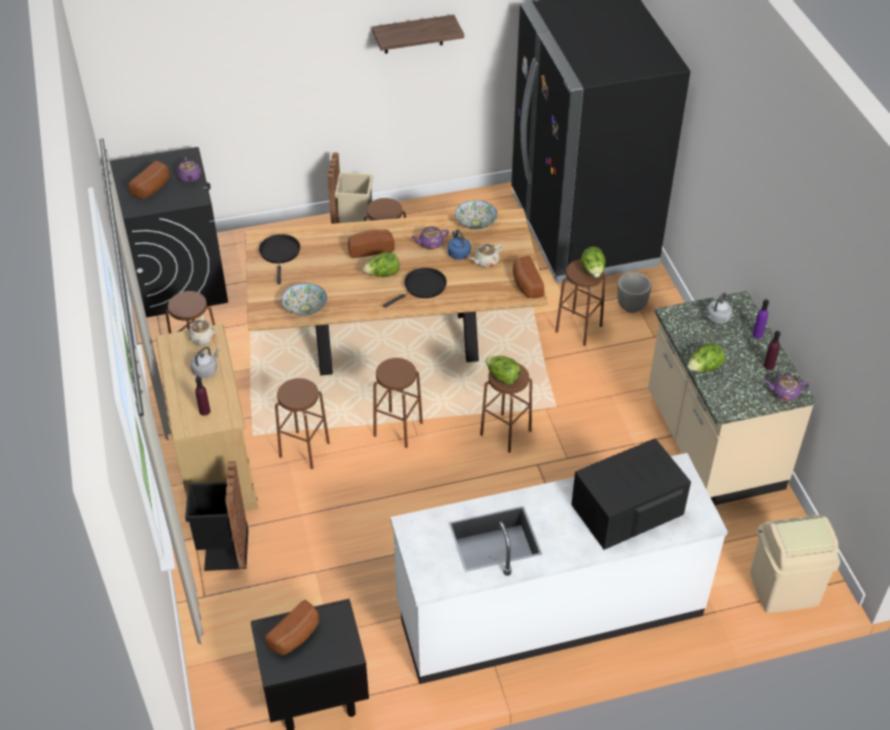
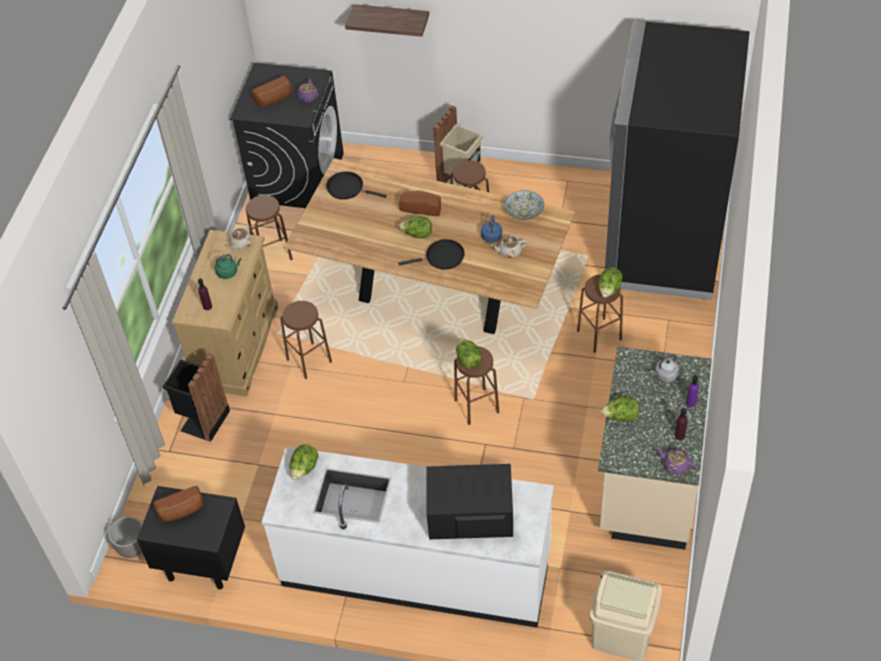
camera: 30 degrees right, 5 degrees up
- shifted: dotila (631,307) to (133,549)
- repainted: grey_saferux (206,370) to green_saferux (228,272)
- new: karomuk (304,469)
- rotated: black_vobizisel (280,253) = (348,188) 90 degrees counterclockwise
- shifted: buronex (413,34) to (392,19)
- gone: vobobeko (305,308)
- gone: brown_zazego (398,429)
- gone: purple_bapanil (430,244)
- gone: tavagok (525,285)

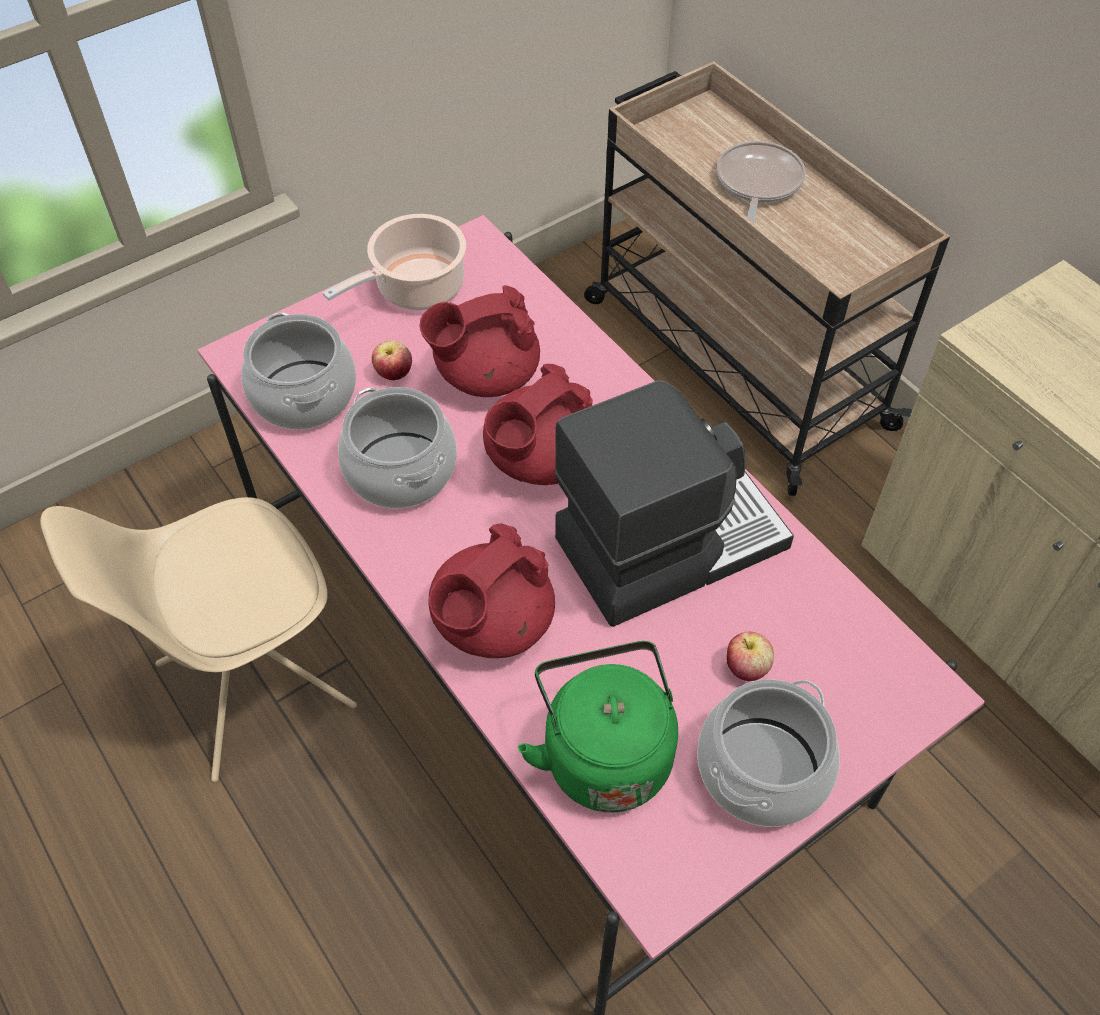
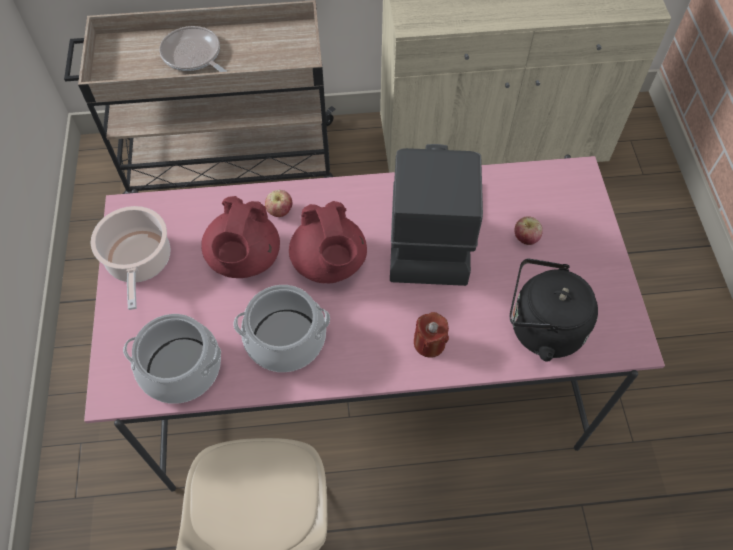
camera: 60 degrees left, 5 degrees up
- shifted: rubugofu (394,374) to (280,211)
- swapped: red_bapanil (491,623) to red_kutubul (429,343)
- repainted: green_saferux (603,752) to black_saferux (541,328)
- gone: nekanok (761,769)

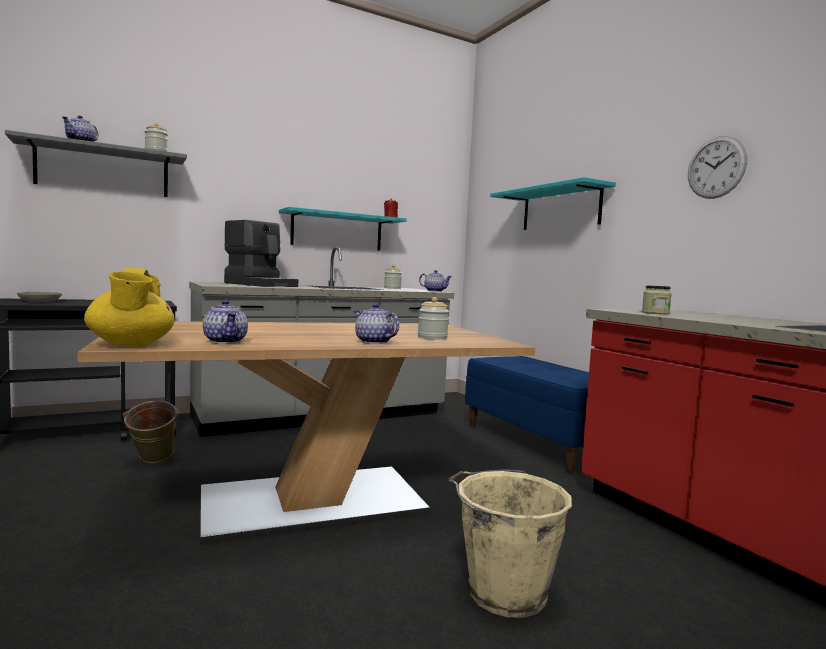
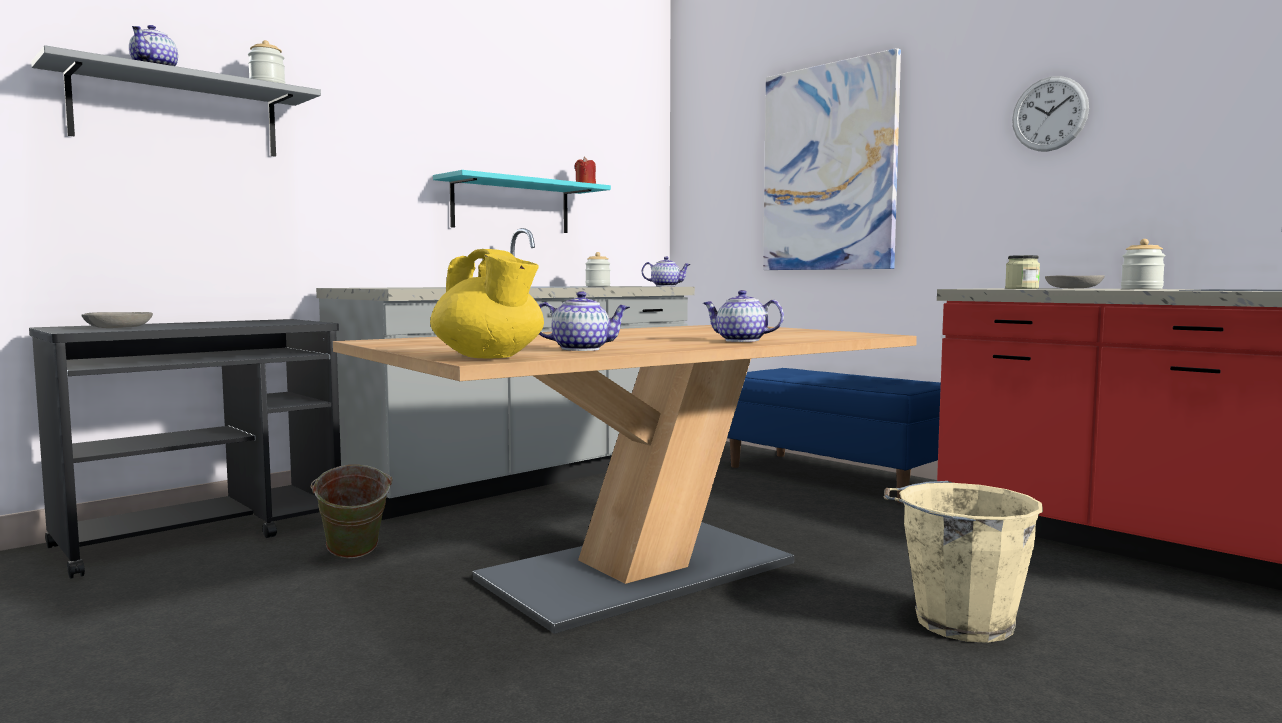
camera: 15 degrees left, 0 degrees up
- rotated: bapanil (226,341) = (582,349) 45 degrees counterclockwise
- swapped: turquoise_buronex (560,209) to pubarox (829,168)
- new: grey_vobobeko (1074,288)
- shifted: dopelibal (432,338) to (1141,289)
- gone: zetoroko (261,285)

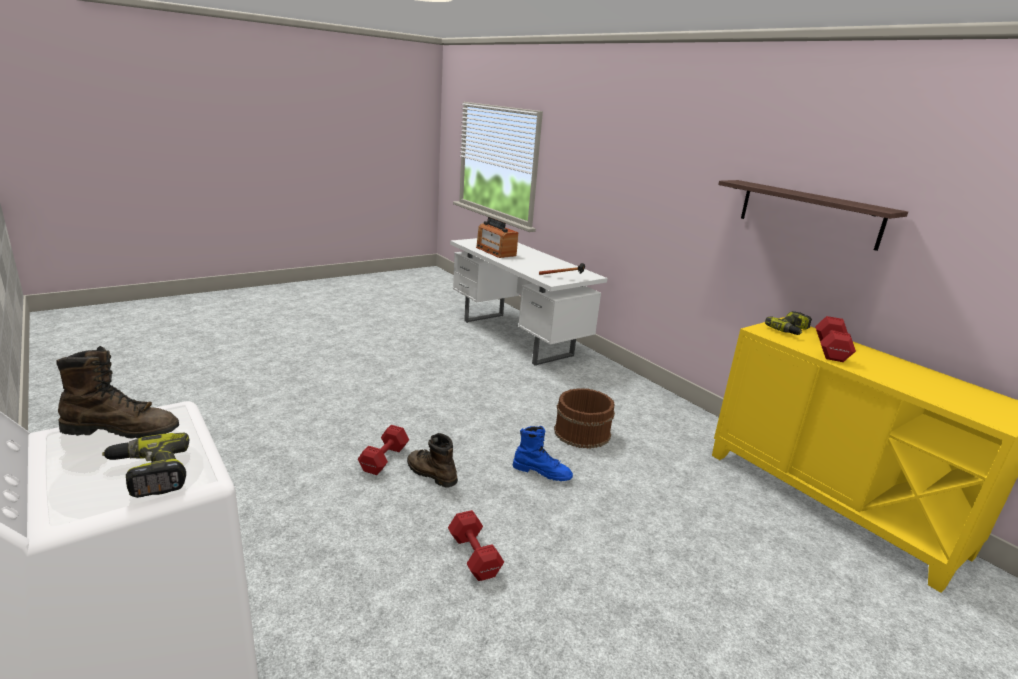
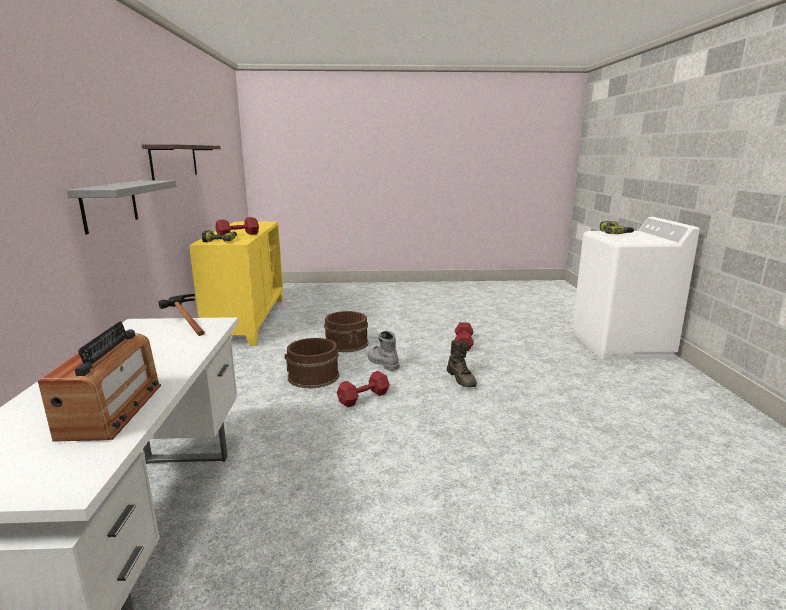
camera: 145 degrees left, 5 degrees down
- new: grey_buronex (110,205)
- new: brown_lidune (347,343)
- shifted: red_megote (383,460) to (365,398)
- repainted: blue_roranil (542,472) to grey_roranil (382,363)
- gone: brown_roranil (122,430)

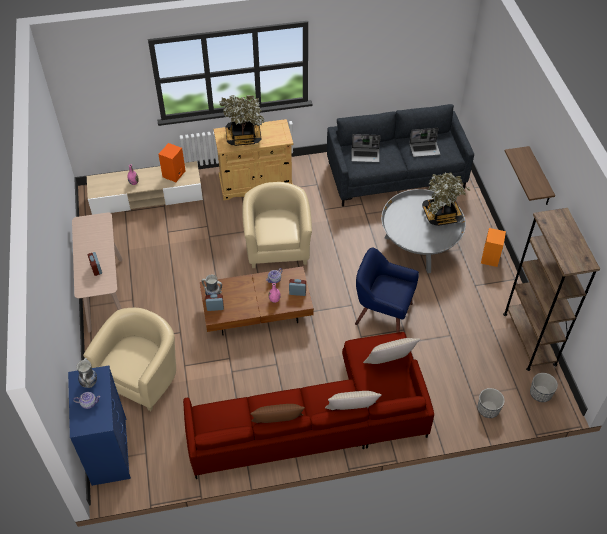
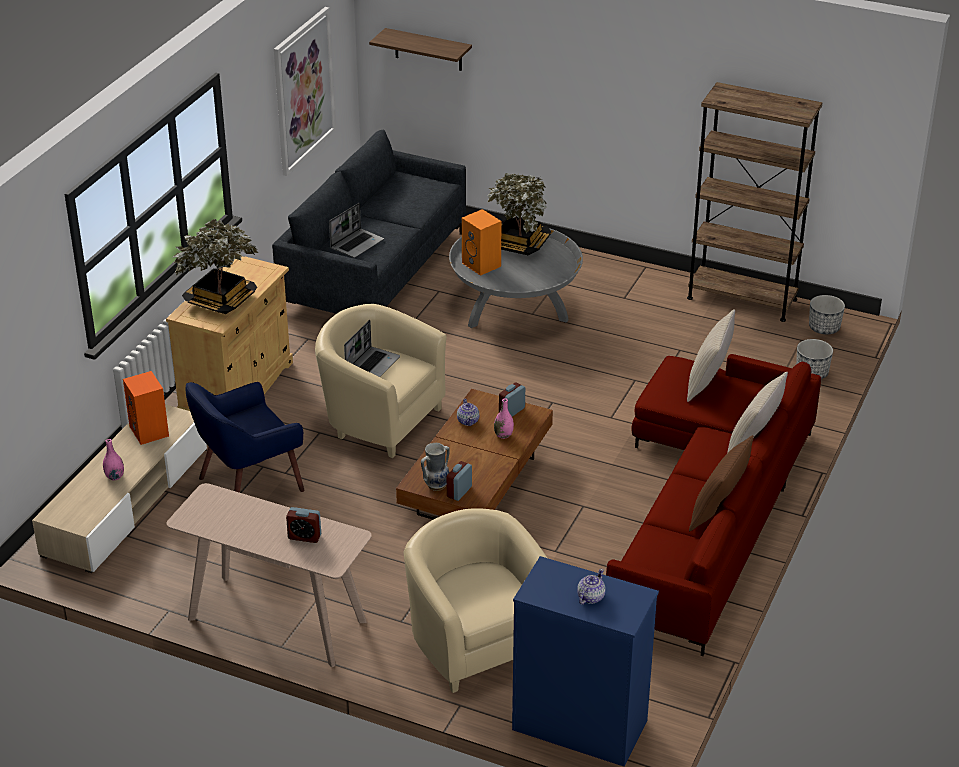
camera: 55 degrees left, 15 degrees down
- shifted: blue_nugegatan (382,314) to (249,484)
- new: pubarox (303,90)
- shifted: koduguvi (425,149) to (372,365)
- shifted: buronex (539,178) to (428,50)
- shifted: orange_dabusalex (490,258) to (482,265)
- gone: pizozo (89,382)

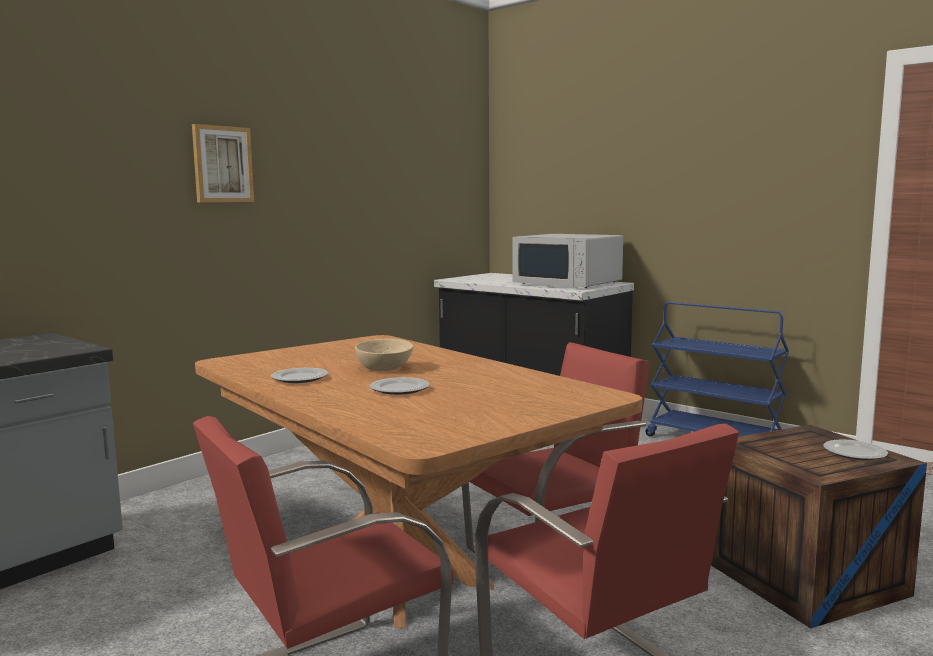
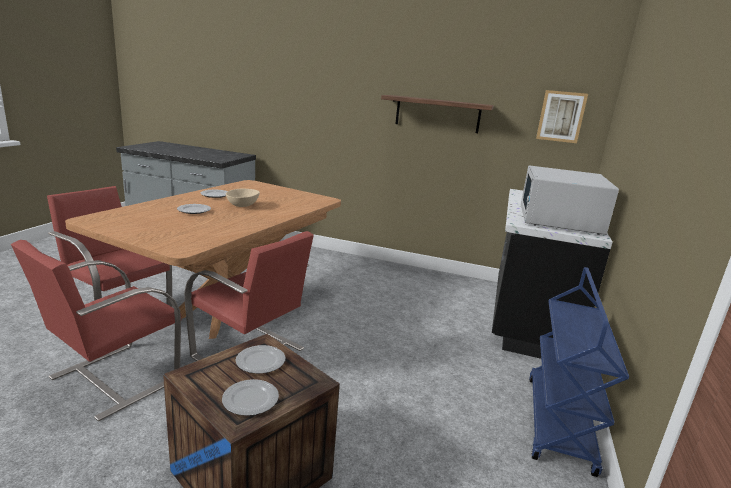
camera: 65 degrees right, 10 degrees up
- new: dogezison (260,362)
- new: buronex (437,114)
- shifted: pubarox (222,164) to (561,116)

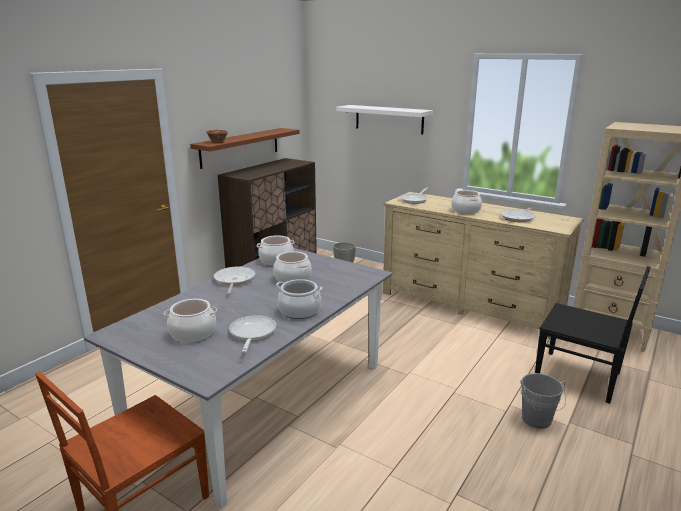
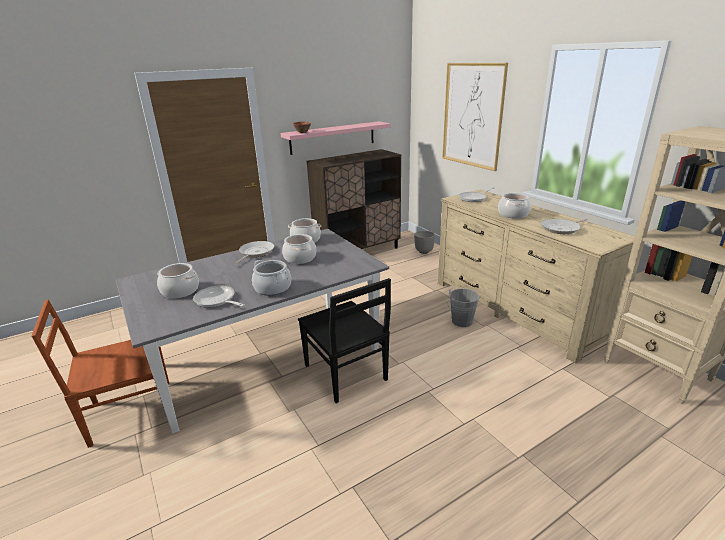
camera: 25 degrees right, 5 degrees up
- rotated: vobizisel (252,334) = (217,300) 75 degrees counterclockwise
- repainted: brown_buronex (240,147) to pink_buronex (333,137)
- shifted: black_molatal (580,377) to (346,374)
- swapped: white_buronex (389,119) to pubarox (472,115)
- shifted: grey_lidune (537,422) to (461,322)

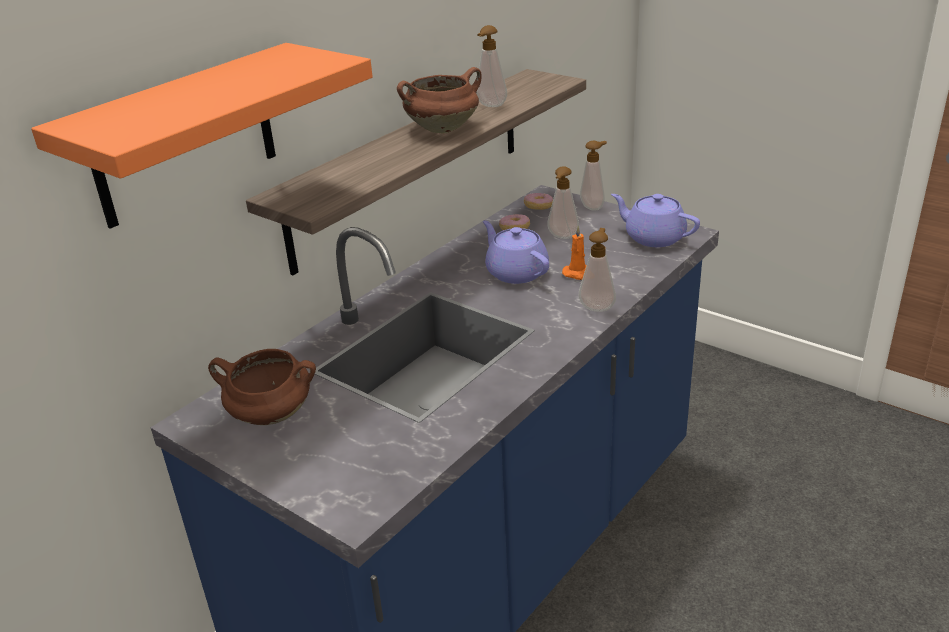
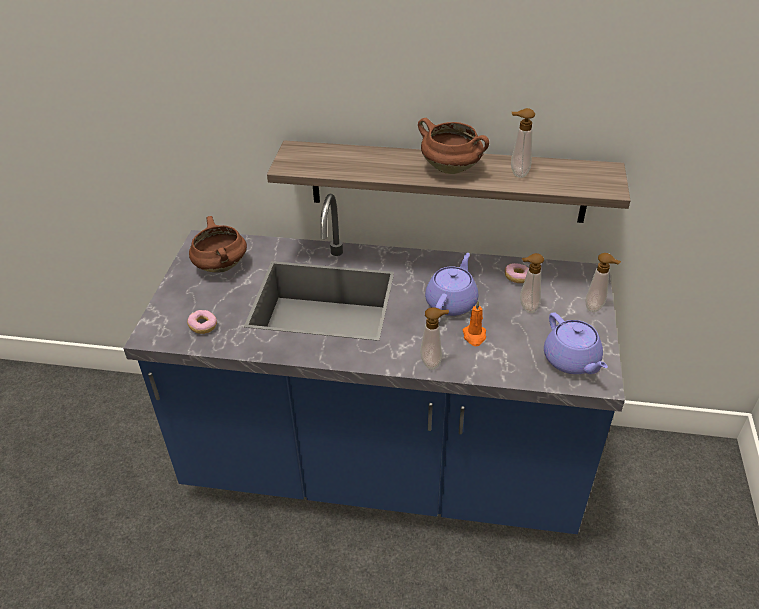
camera: 60 degrees right, 10 degrees up
- shifted: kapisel (538,207) to (203,326)
- rotated: purple_bapanil (653,237) = (572,361) 150 degrees clockwise
- gone: orange_buronex (184,136)

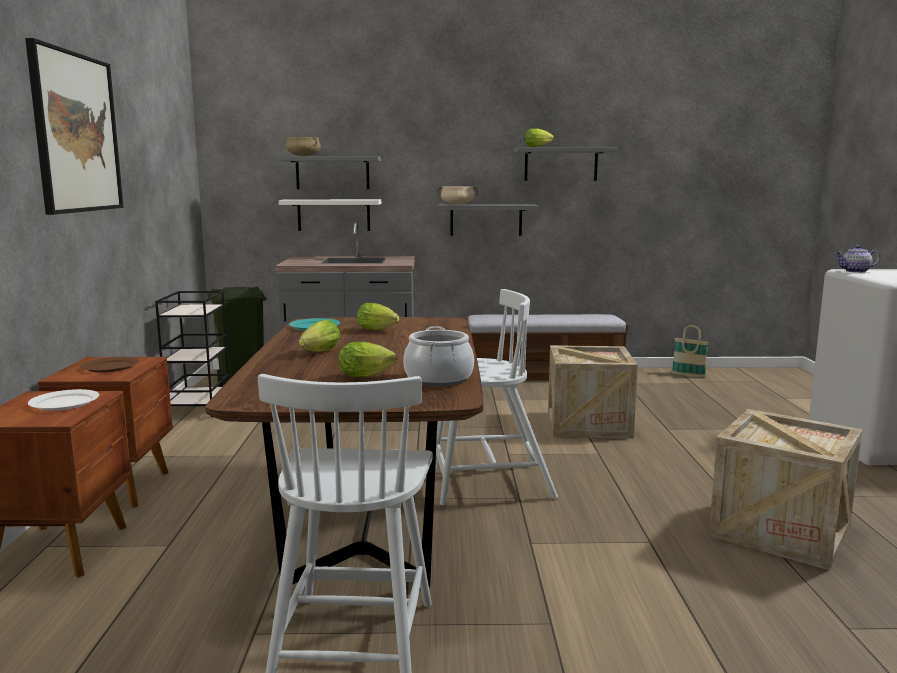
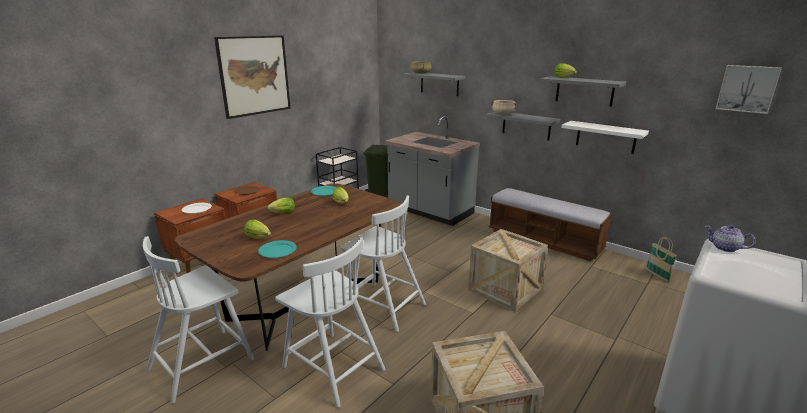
camera: 40 degrees right, 10 degrees up
- swapped: nekanok (439,378) to turquoise_dogezison (277,251)
- new: white_molatal (332,367)
- shifted: white_buronex (333,215) to (605,137)
- new: pubarox (747,88)

